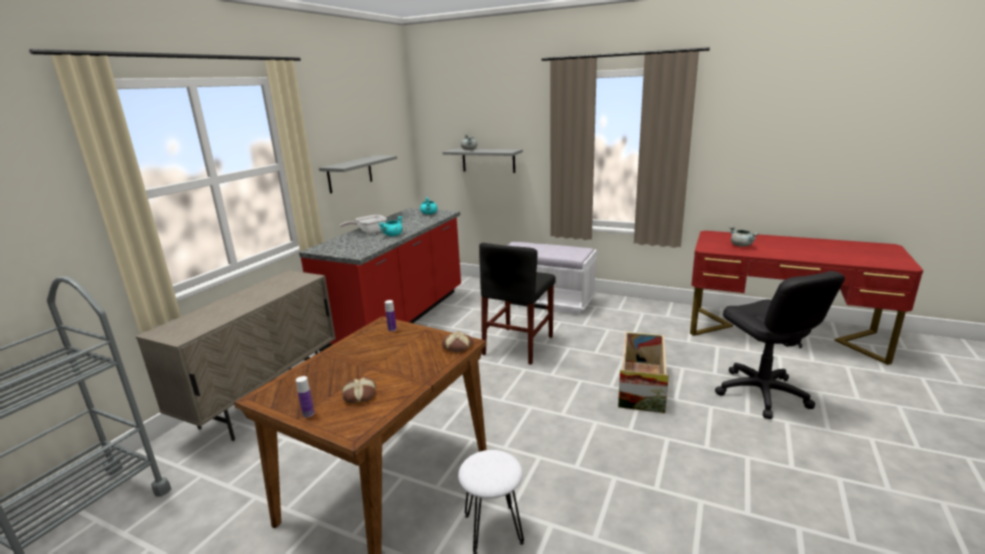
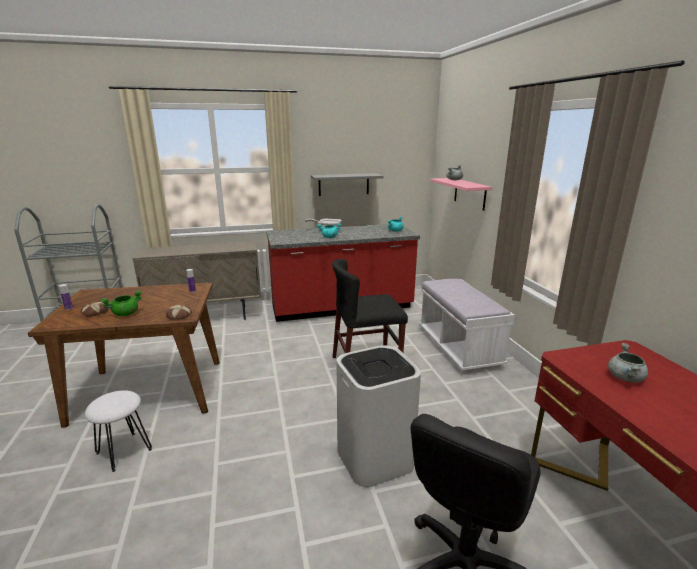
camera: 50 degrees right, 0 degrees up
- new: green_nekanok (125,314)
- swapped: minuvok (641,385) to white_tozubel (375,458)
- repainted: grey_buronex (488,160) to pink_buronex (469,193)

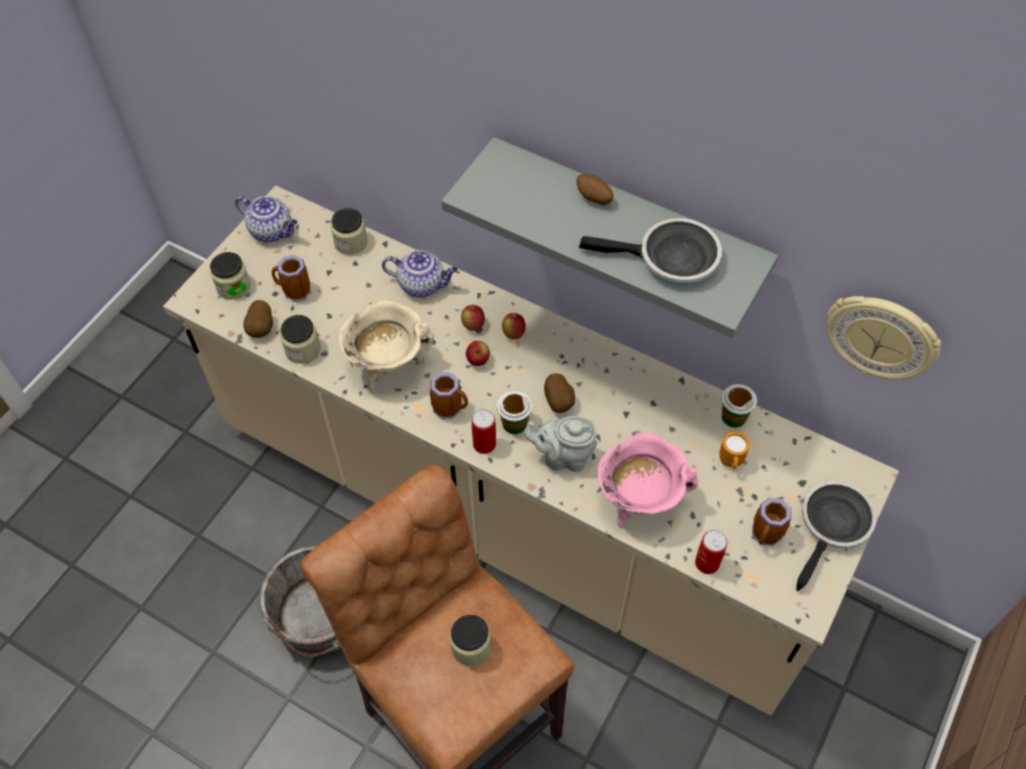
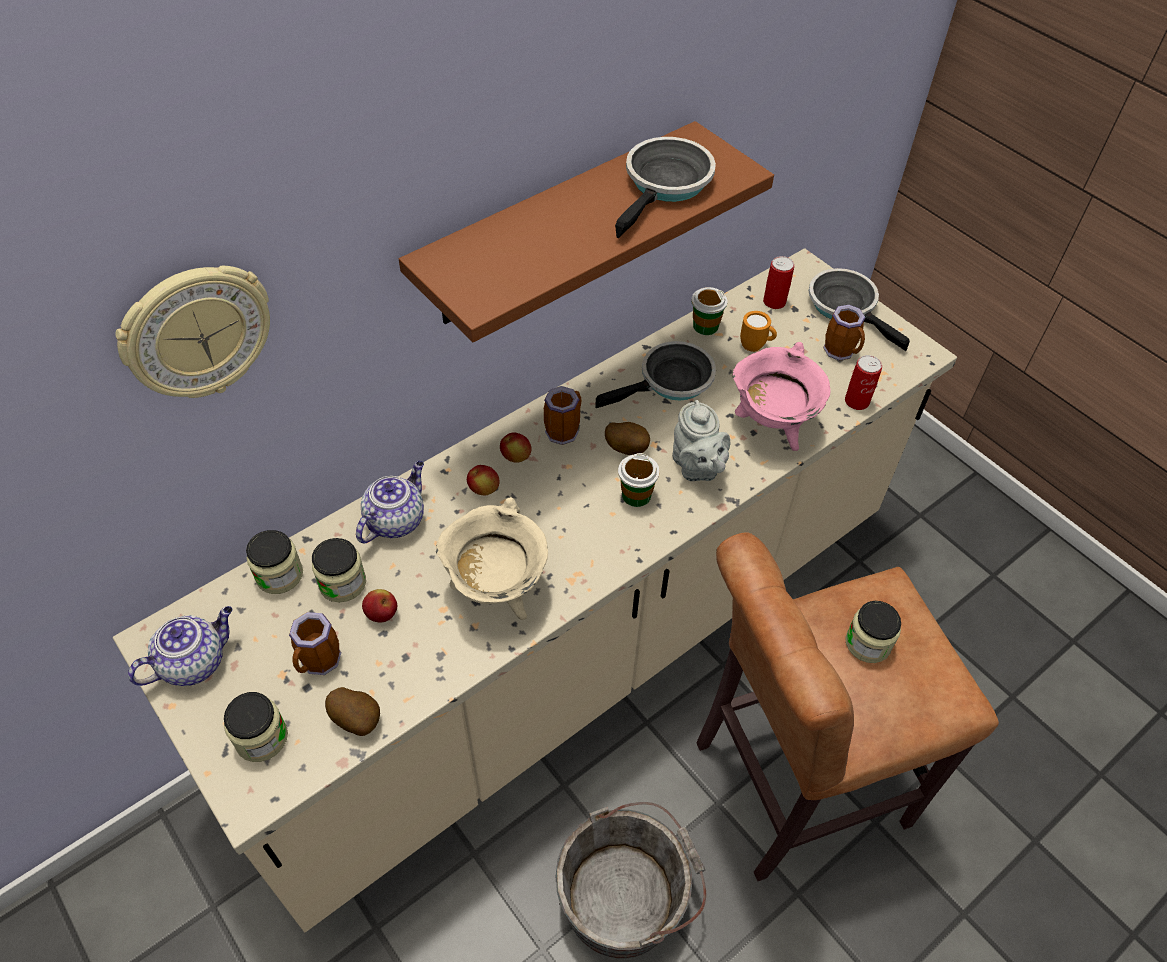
camera: 70 degrees left, 5 degrees down
- shifted: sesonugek (881,337) to (197,333)
- shifted: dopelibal (303,350) to (342,583)
- shifted: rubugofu (478,360) to (382,614)
- repainted: grey_buronex (626,222) to brown_buronex (557,226)
- shifted: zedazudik (450,408) to (563,430)
- new: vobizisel (671,382)
- rotated: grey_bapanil (563,457) = (696,468) 45 degrees counterclockwise
- shifted: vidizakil (484,444) to (774,302)
- gone: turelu (593,198)

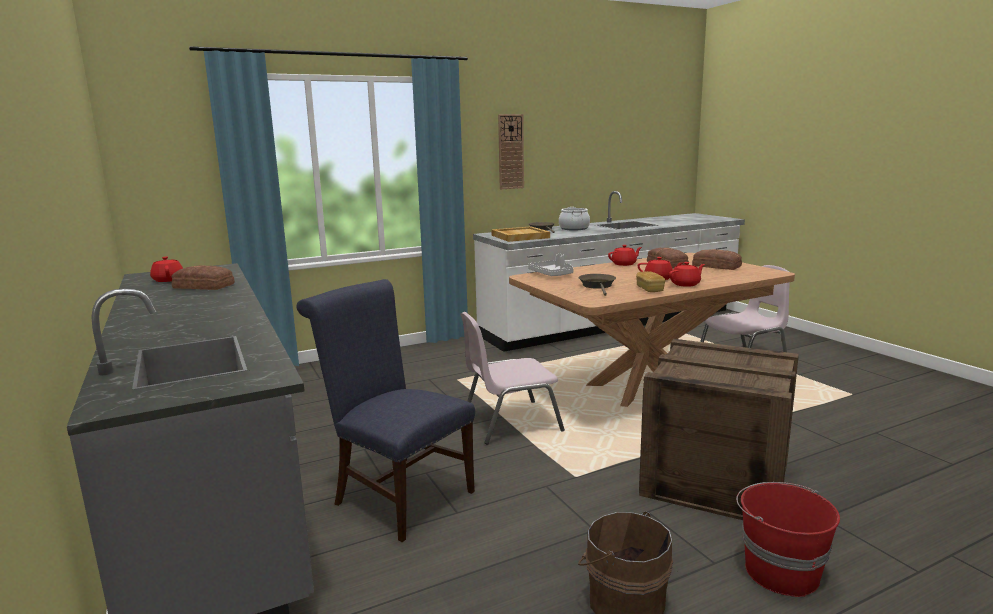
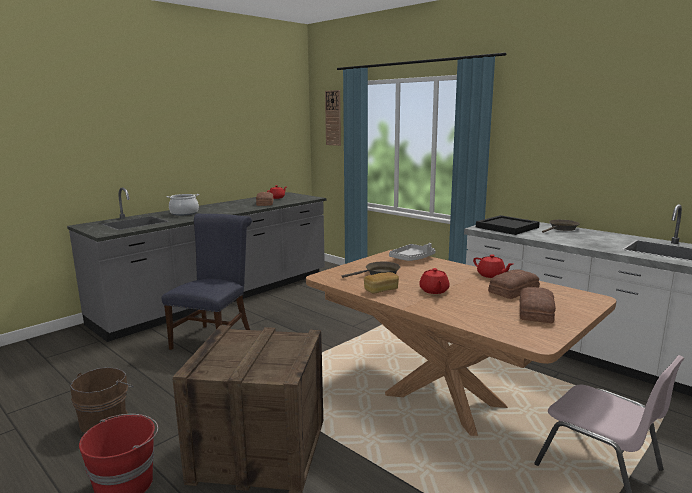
camera: 70 degrees right, 0 degrees up
- shifted: nekanok (574,228) to (184,213)
- shifted: sesonugek (510,152) to (333,118)
- repainted: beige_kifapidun (519,236) to black_kifapidun (507,227)
- gone: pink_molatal (510,422)
- gone: red_bapanil (686,284)

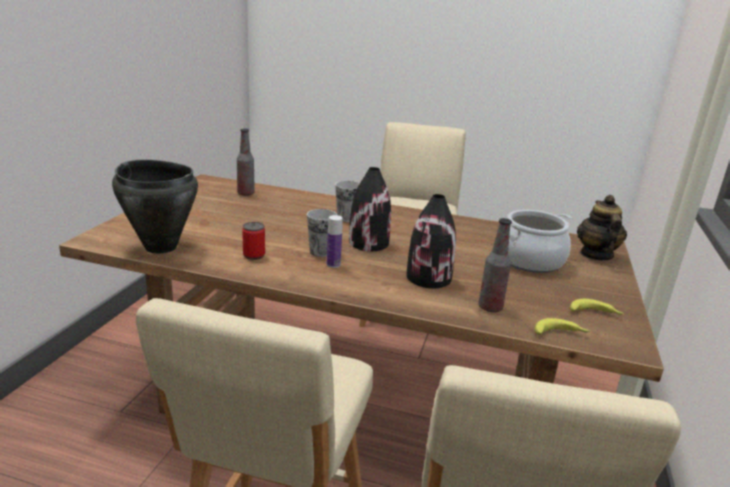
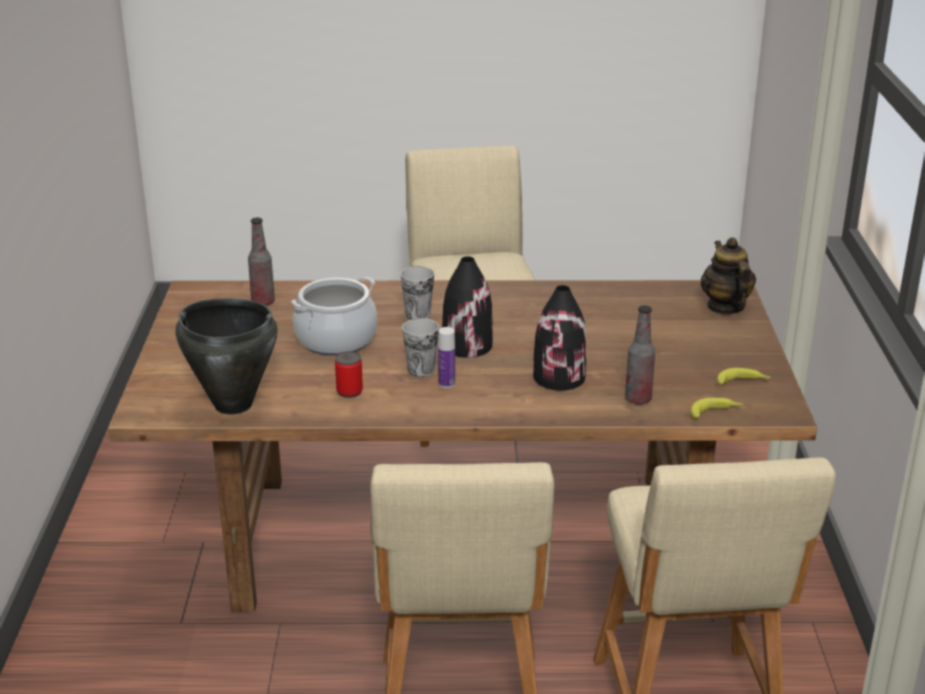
camera: 15 degrees left, 5 degrees up
- shifted: nekanok (529,260) to (335,339)

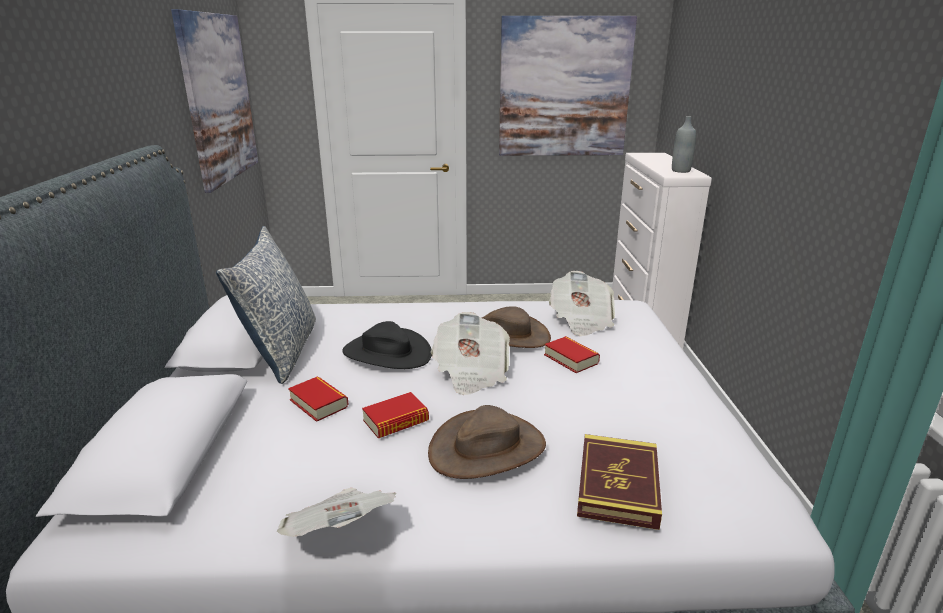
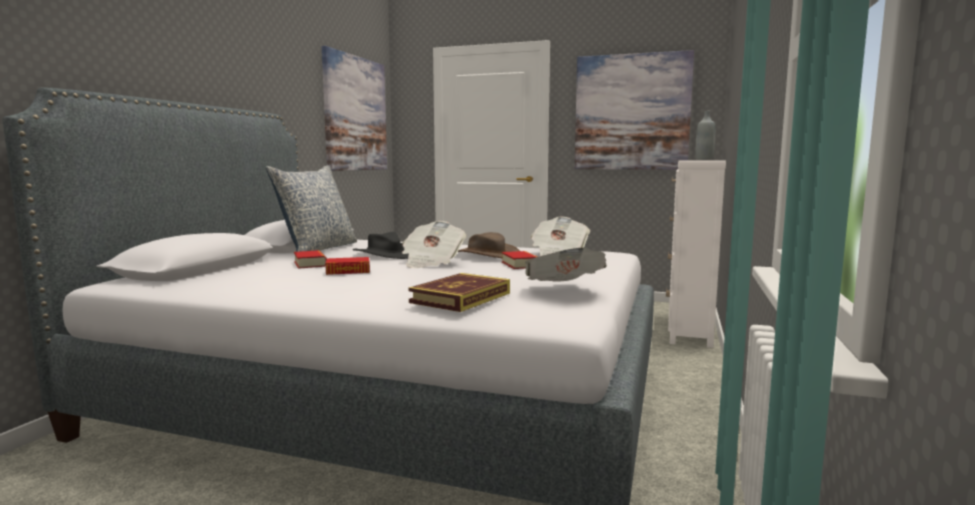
camera: 20 degrees right, 15 degrees down
- shifted: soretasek (340,533) to (564,290)
- gone: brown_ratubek (487,448)

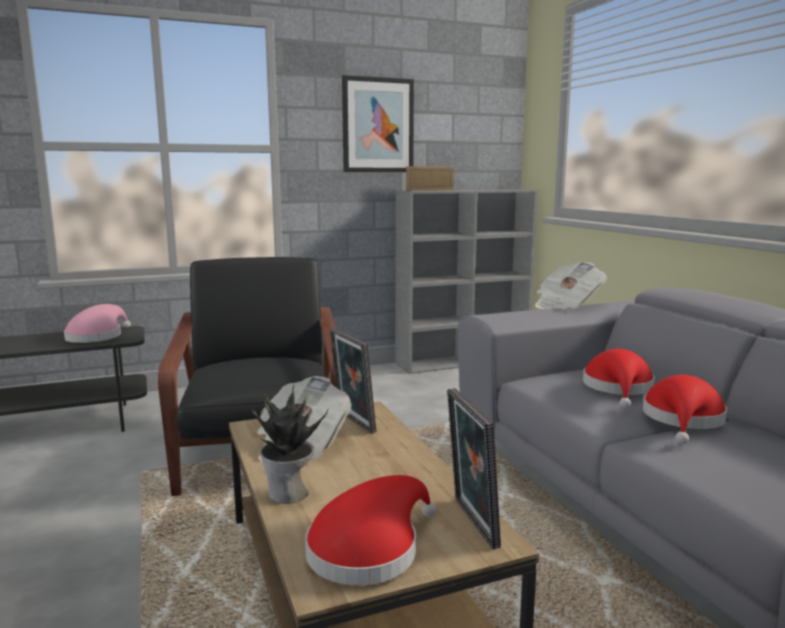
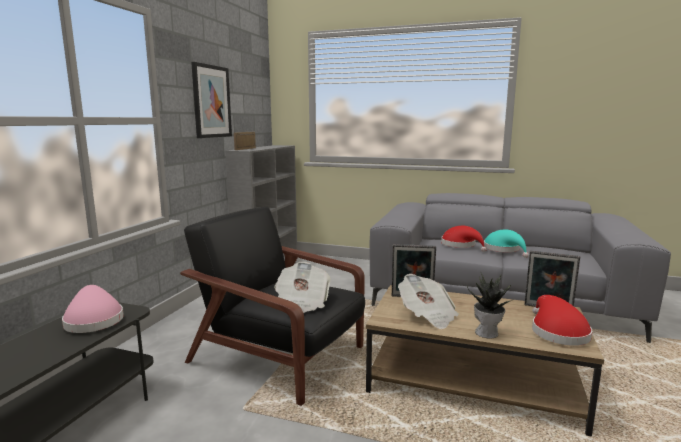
camera: 50 degrees left, 0 degrees up
- shifted: soretasek (566,305) to (302,303)
- repainted: red_ratubek (683,420) to turquoise_ratubek (503,249)

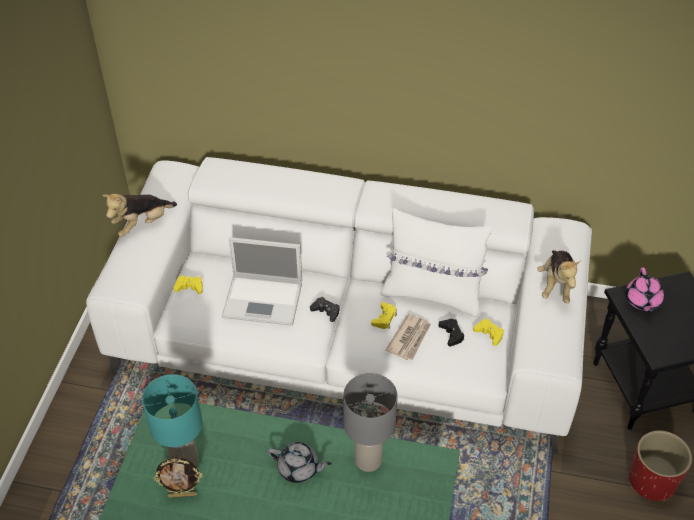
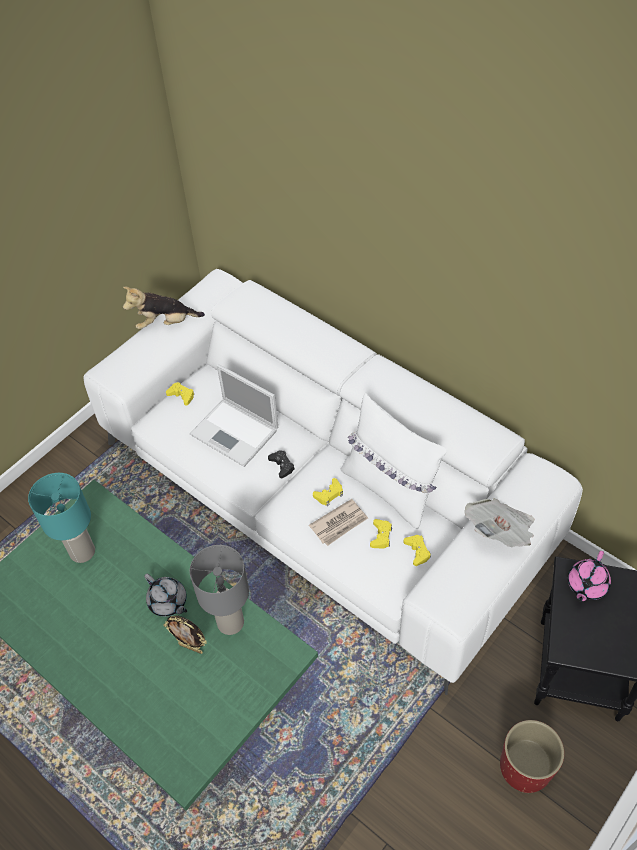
camera: 30 degrees right, 5 degrees up
- shifted: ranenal (182,494) to (191,648)
- repainted: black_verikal (451,334) to yellow_verikal (381,536)
- swapped: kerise (556,285) to soretasek (500,531)

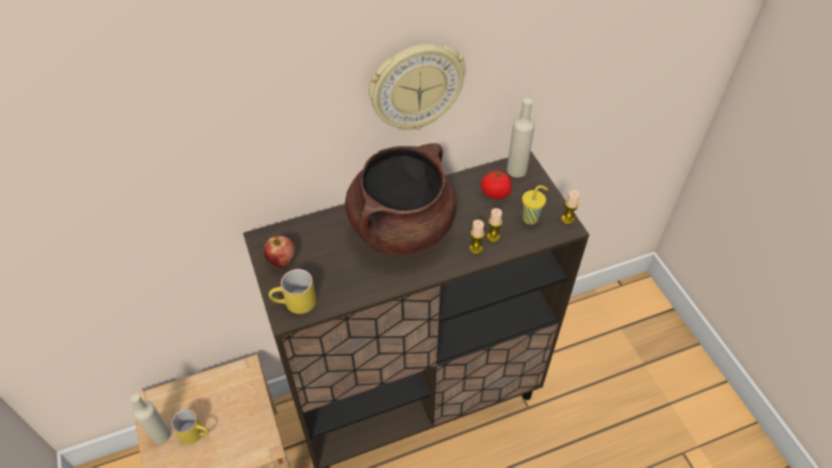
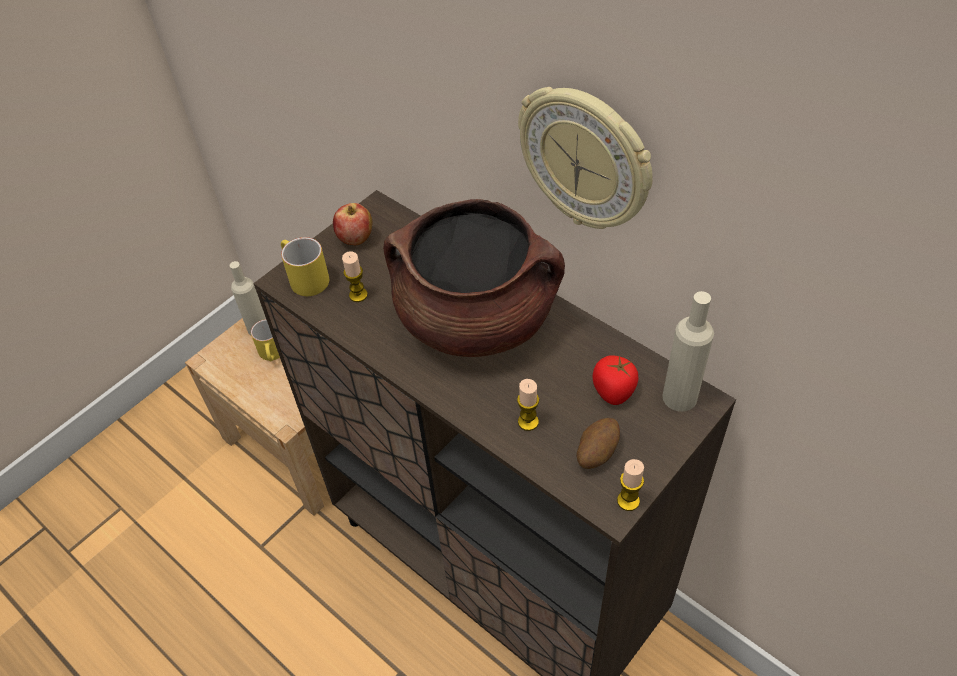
camera: 65 degrees right, 0 degrees up
- shifted: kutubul (475,249) to (358,295)
- swapped: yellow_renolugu (531,218) to turelu (596,453)

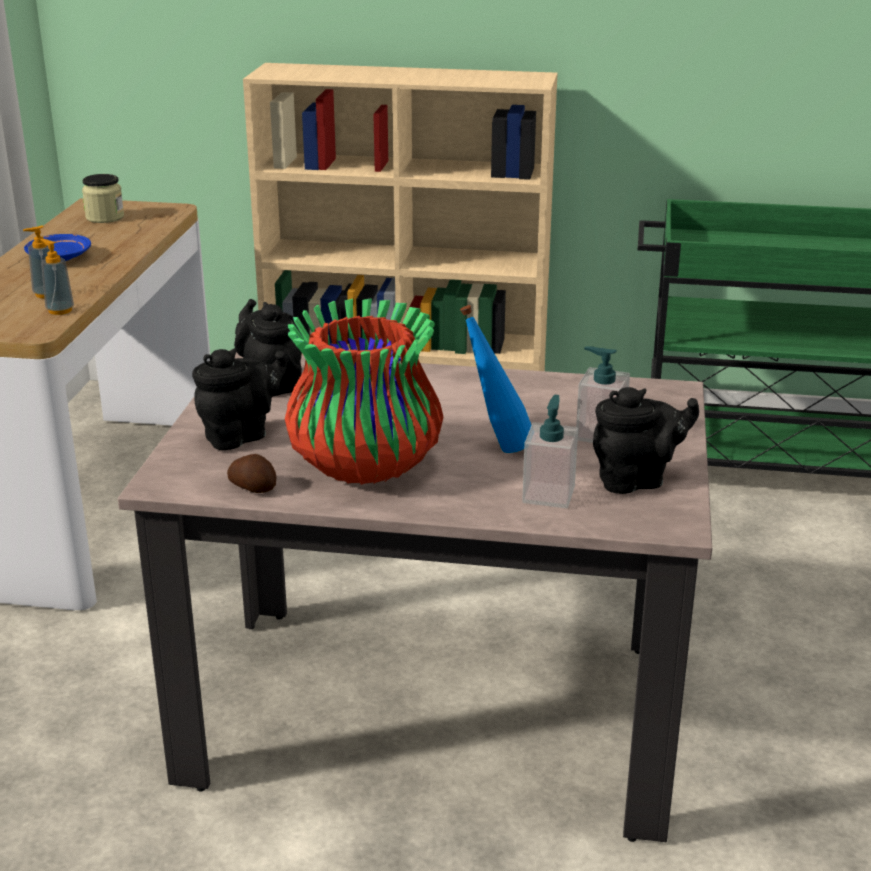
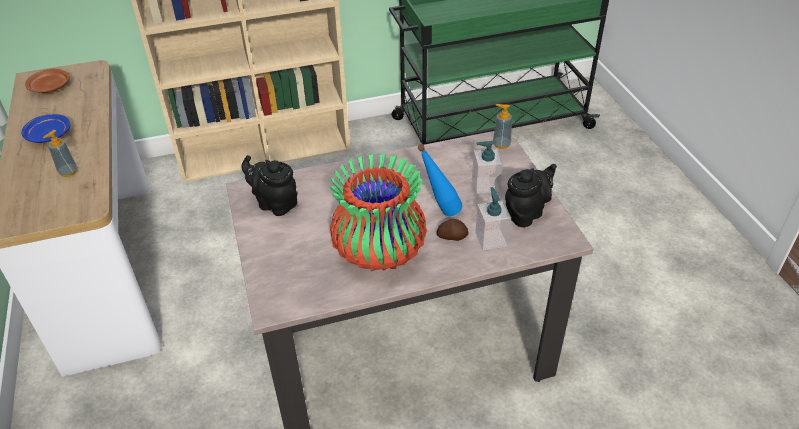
camera: 25 degrees left, 15 degrees up
- swapped: dopelibal (105,217) to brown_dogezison (50,88)
- shifted: turelu (253,487) to (452,236)
- shifted: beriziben (60,310) to (501,144)
- gone: black_bapanil (241,435)

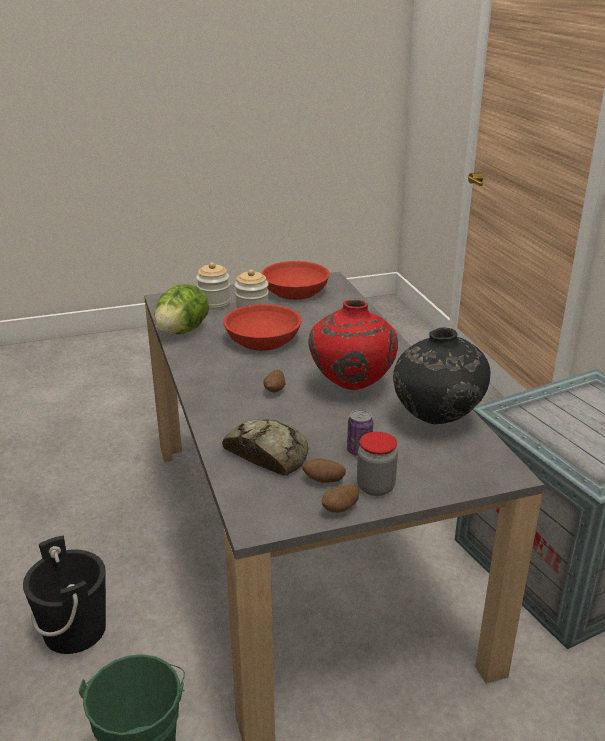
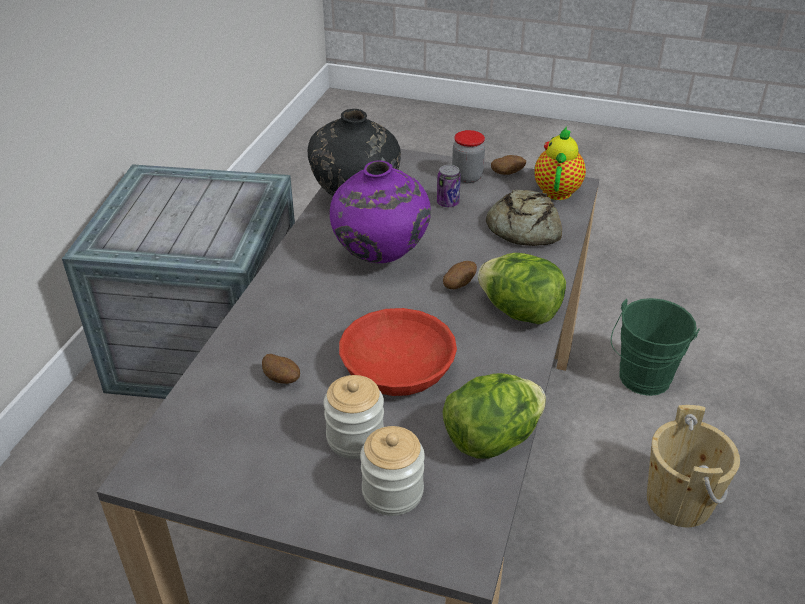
camera: 145 degrees left, 10 degrees up
- shifted: turelu (323,481) to (282,379)
- repainted: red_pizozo (351,387) to purple_pizozo (381,258)
- new: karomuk (520,312)
- new: bapanil (557,189)
- repainted: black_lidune (75,630) to beige_lidune (679,501)
- gone: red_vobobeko (295,291)

